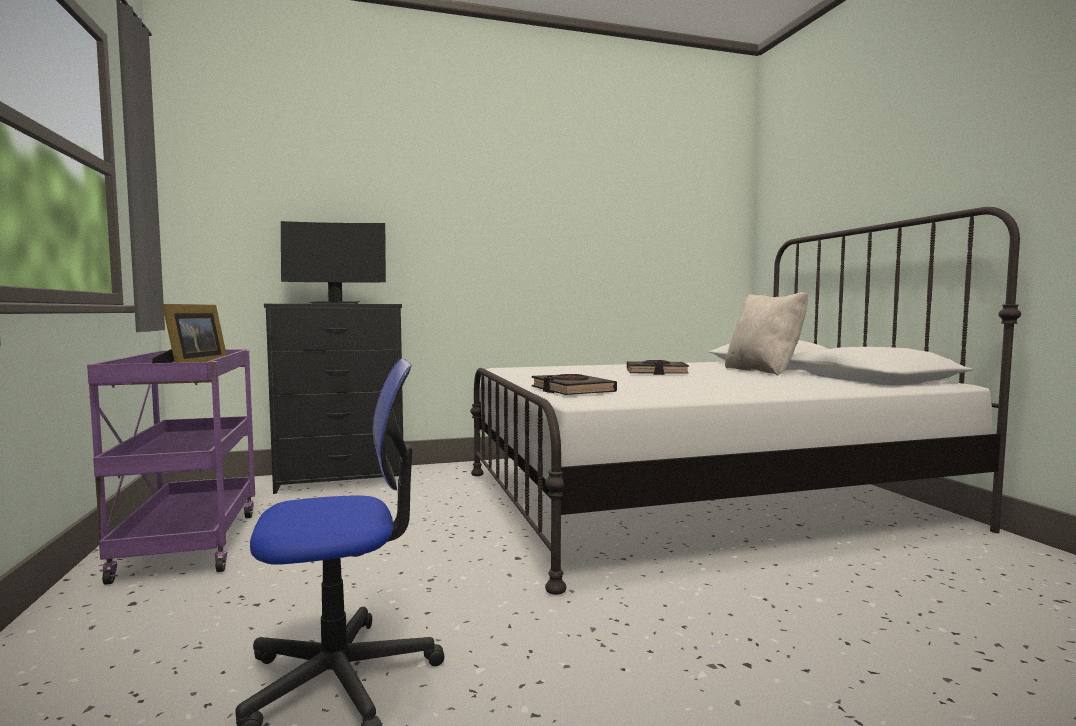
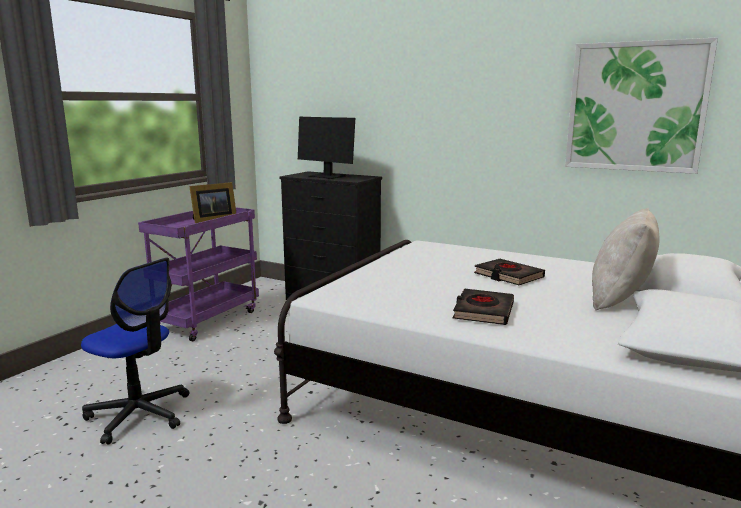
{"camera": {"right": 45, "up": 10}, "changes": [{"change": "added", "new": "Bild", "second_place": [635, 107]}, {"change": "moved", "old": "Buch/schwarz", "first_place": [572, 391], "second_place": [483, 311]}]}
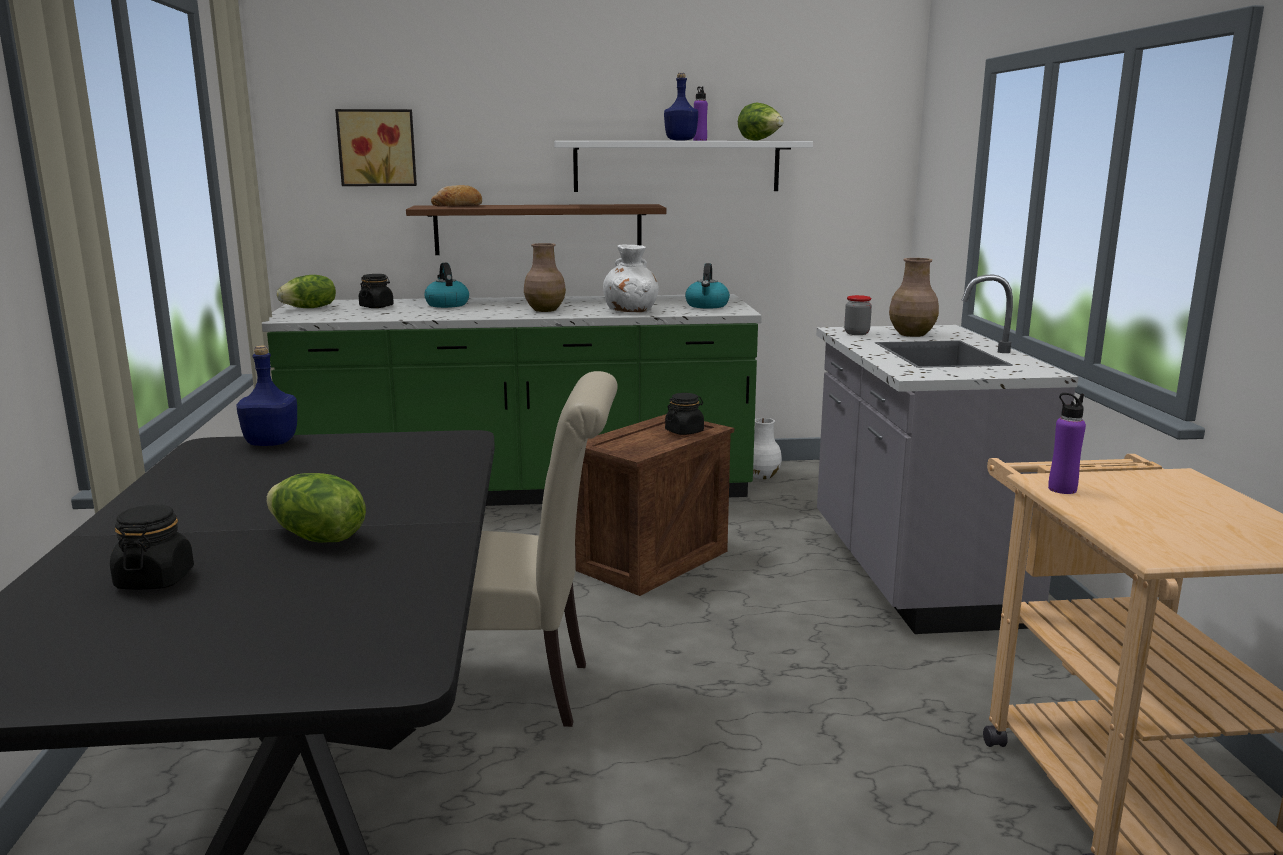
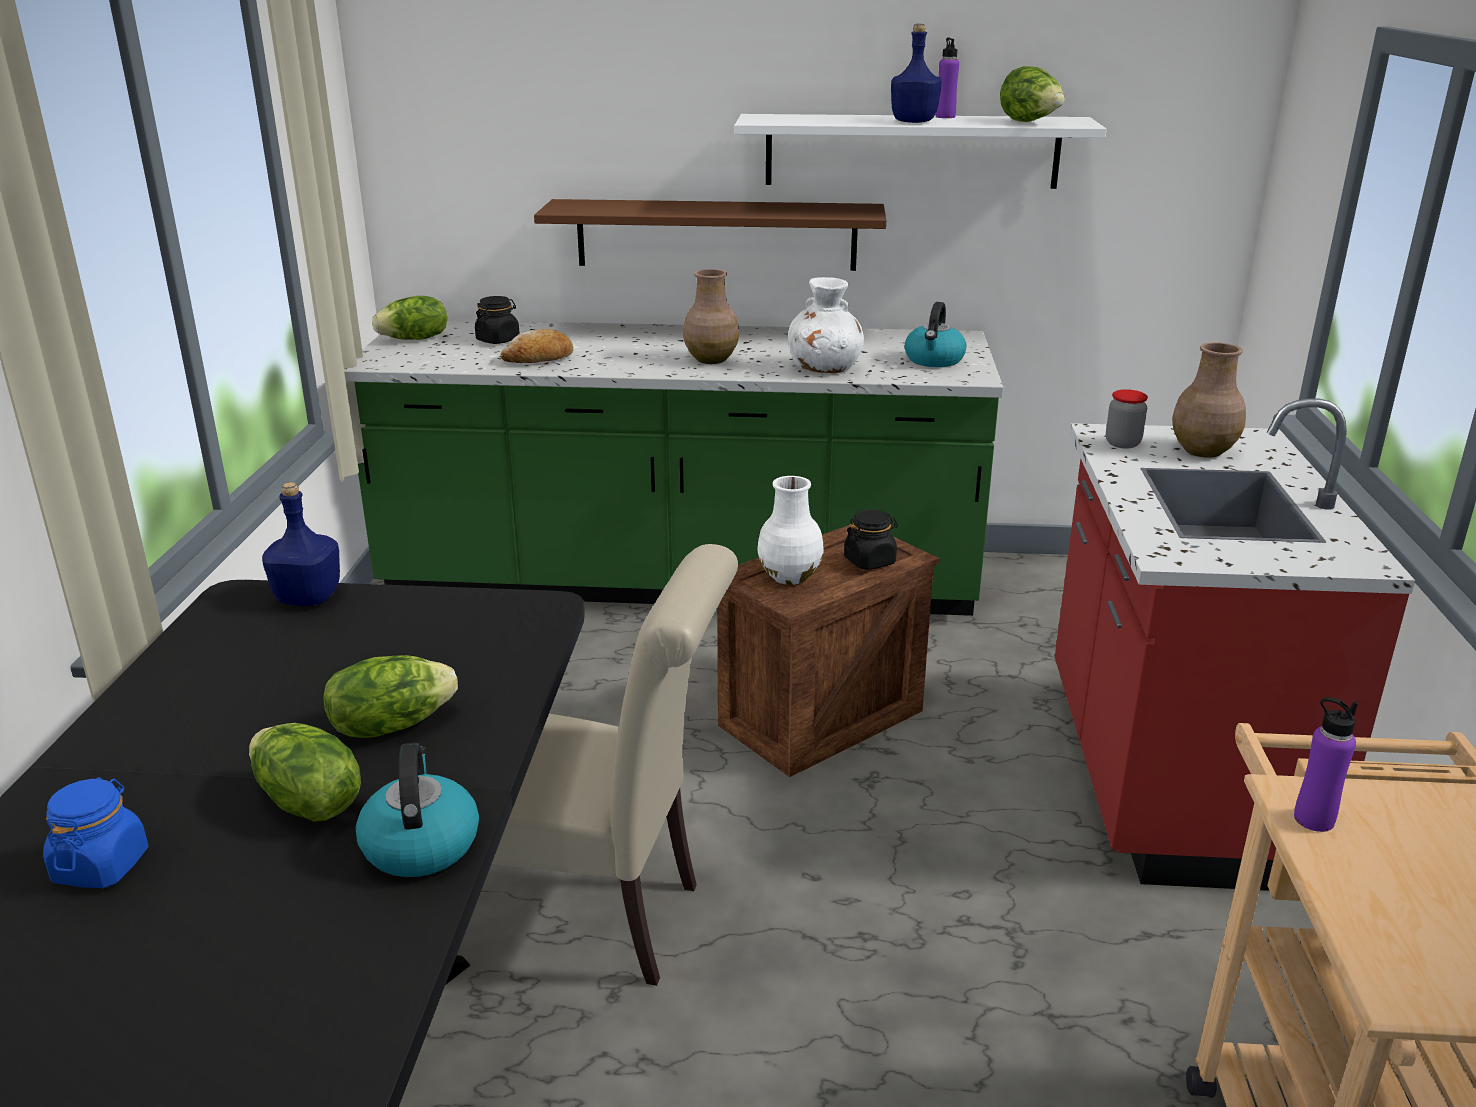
{"camera": {"right": 10, "up": 10}, "changes": [{"change": "removed", "old": "Bild", "first_place": [377, 148]}, {"change": "added", "new": "Salatkopf", "second_place": [391, 725]}, {"change": "moved", "old": "Wasserkessel", "first_place": [447, 304], "second_place": [420, 844]}, {"change": "moved", "old": "Brot", "first_place": [458, 206], "second_place": [539, 359]}, {"change": "moved", "old": "Vase/weiß", "first_place": [762, 476], "second_place": [789, 577]}, {"change": "recoloured", "old": "Vorratsglas/schwarz", "new": "Vorratsglas/blau", "first_place": [155, 580], "second_place": [101, 866]}, {"change": "recoloured", "old": "Küchenzeile/grau", "new": "Küchenzeile/rot", "first_place": [912, 574], "second_place": [1165, 777]}]}
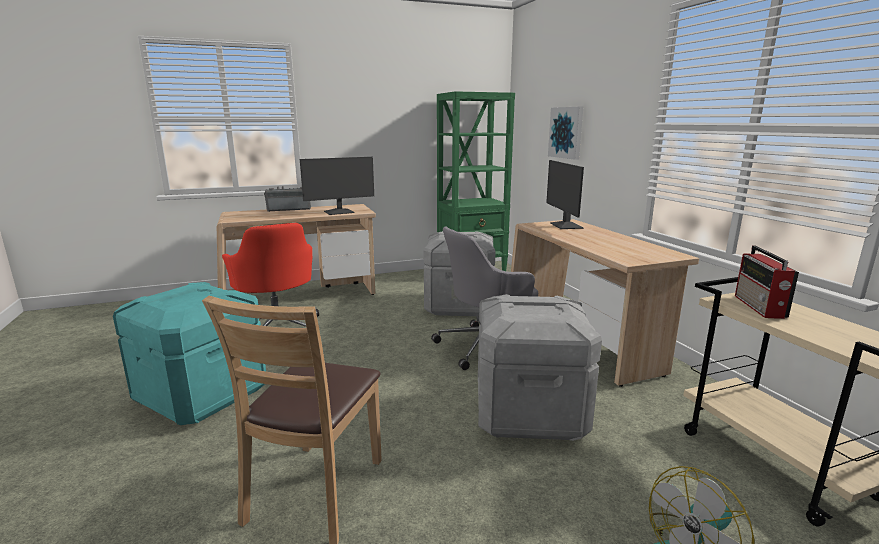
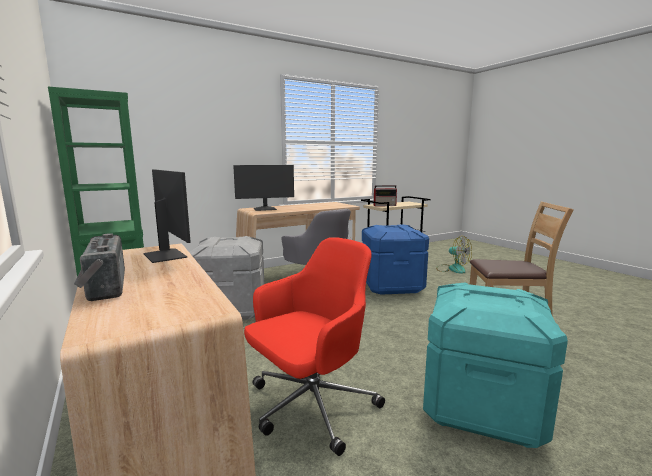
{"camera": {"right": -100, "up": -5}, "changes": [{"change": "removed", "old": "Bild", "first_place": [566, 132]}, {"change": "recoloured", "old": "Aufbewahrungsbox/grau", "new": "Aufbewahrungsbox/blau", "first_place": [528, 412], "second_place": [392, 285]}]}
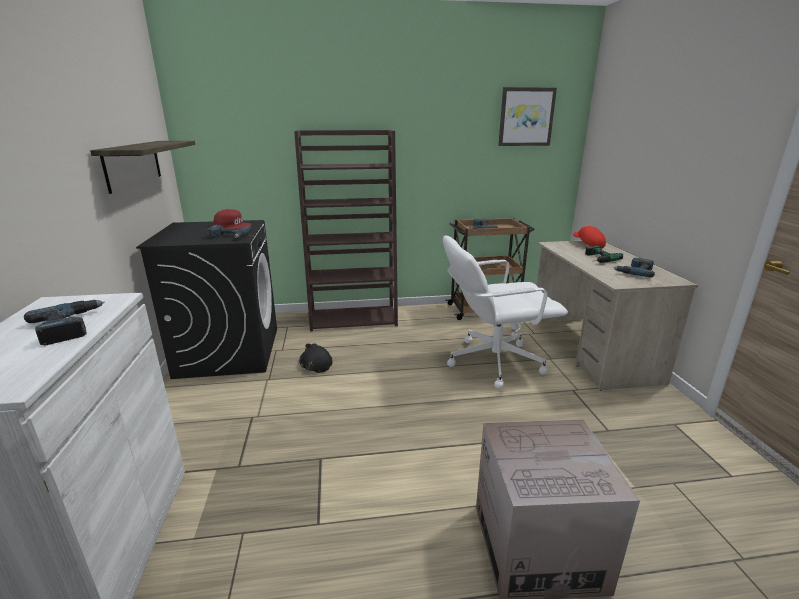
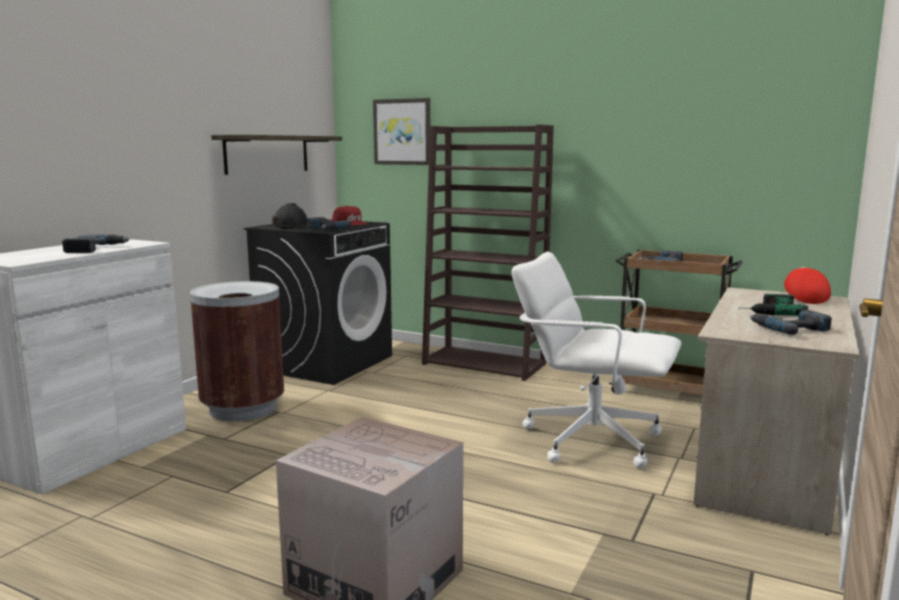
{"camera": {"right": 35, "up": -10}, "changes": [{"change": "added", "new": "Mülleimer/braun", "second_place": [242, 408]}, {"change": "moved", "old": "Schutzhelm/schwarz", "first_place": [315, 363], "second_place": [291, 226]}, {"change": "moved", "old": "Bild", "first_place": [526, 117], "second_place": [402, 132]}]}
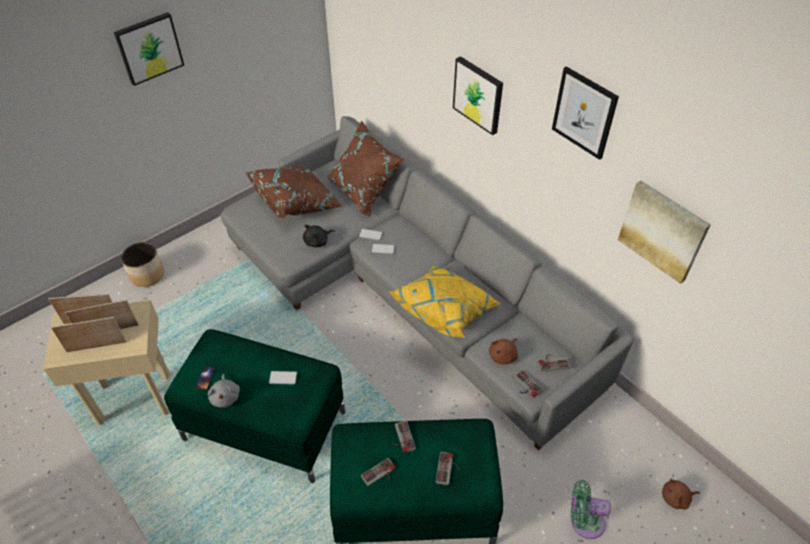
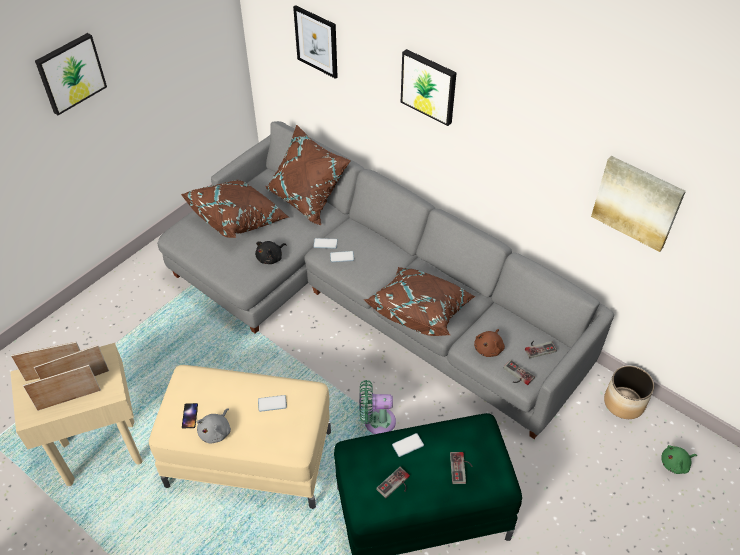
{"camera": {"right": -10, "up": 0}, "changes": [{"change": "moved", "old": "Pflanzkübel", "first_place": [147, 275], "second_place": [624, 403]}, {"change": "moved", "old": "Bild", "first_place": [584, 113], "second_place": [316, 41]}, {"change": "moved", "old": "Ventilator/grün", "first_place": [584, 521], "second_place": [376, 421]}, {"change": "replaced", "old": "Gamepad", "new": "Handy", "first_place": [401, 438], "second_place": [408, 445]}, {"change": "recoloured", "old": "Polsterhocker/grün", "new": "Polsterhocker/beige", "first_place": [266, 425], "second_place": [251, 457]}, {"change": "recoloured", "old": "Kissen/gelb", "new": "Kissen/braun", "first_place": [445, 310], "second_place": [420, 311]}, {"change": "recoloured", "old": "Plüschtier/braun", "new": "Plüschtier/grün", "first_place": [676, 498], "second_place": [675, 464]}, {"change": "turned", "old": "Plüschtier/grau", "first_place": [225, 396], "second_place": [216, 431], "degrees": 45}]}
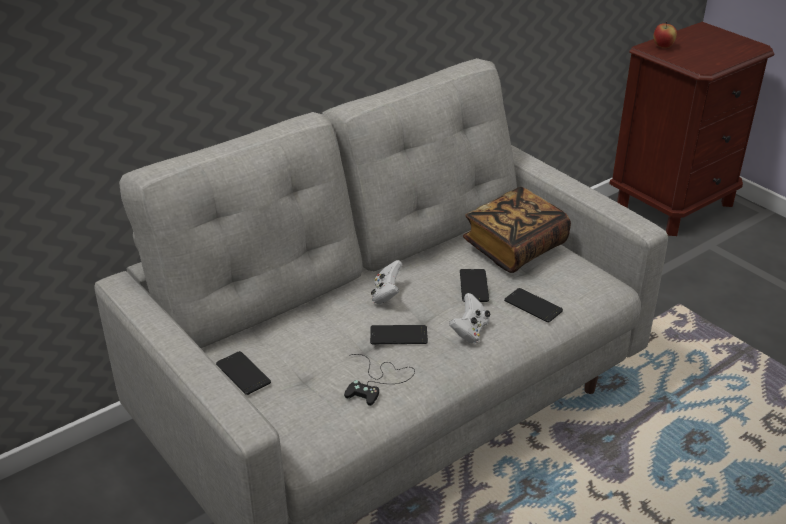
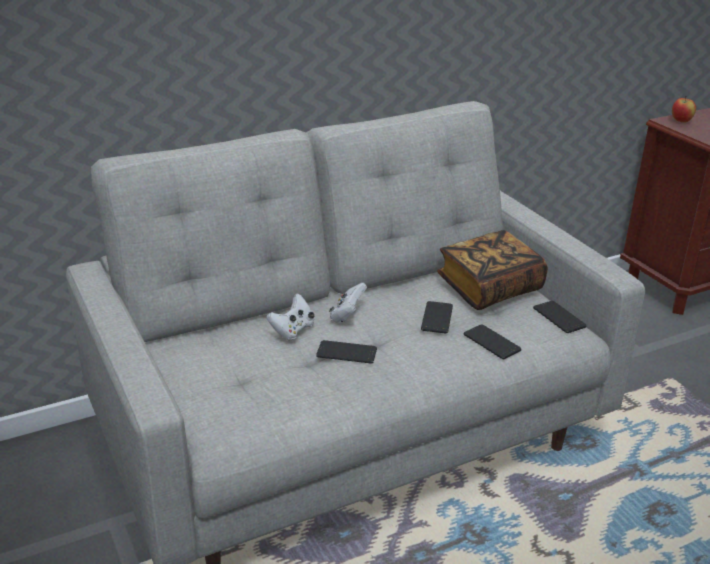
{"camera": {"right": 10, "up": -5}, "changes": [{"change": "removed", "old": "Gamepad/schwarz", "first_place": [378, 381]}, {"change": "moved", "old": "Handy", "first_place": [243, 373], "second_place": [559, 317]}, {"change": "moved", "old": "Gamepad/weiß", "first_place": [470, 331], "second_place": [292, 330]}]}
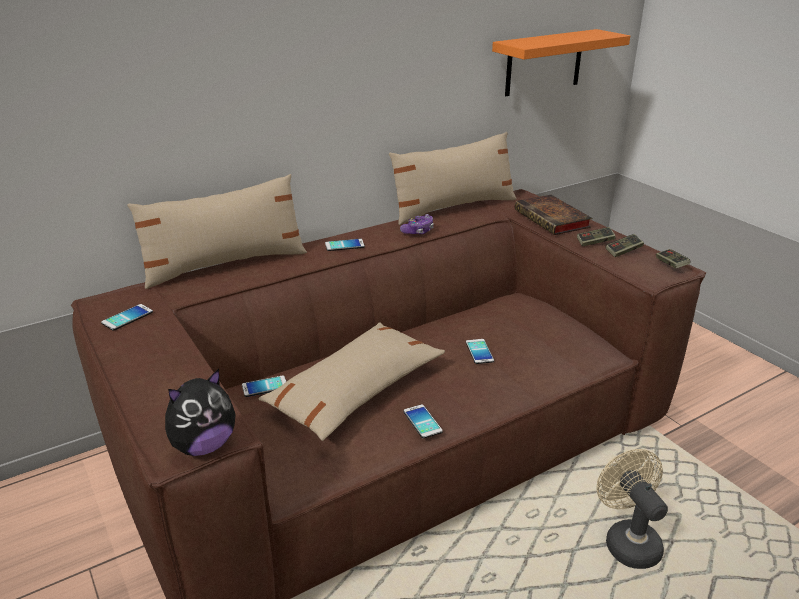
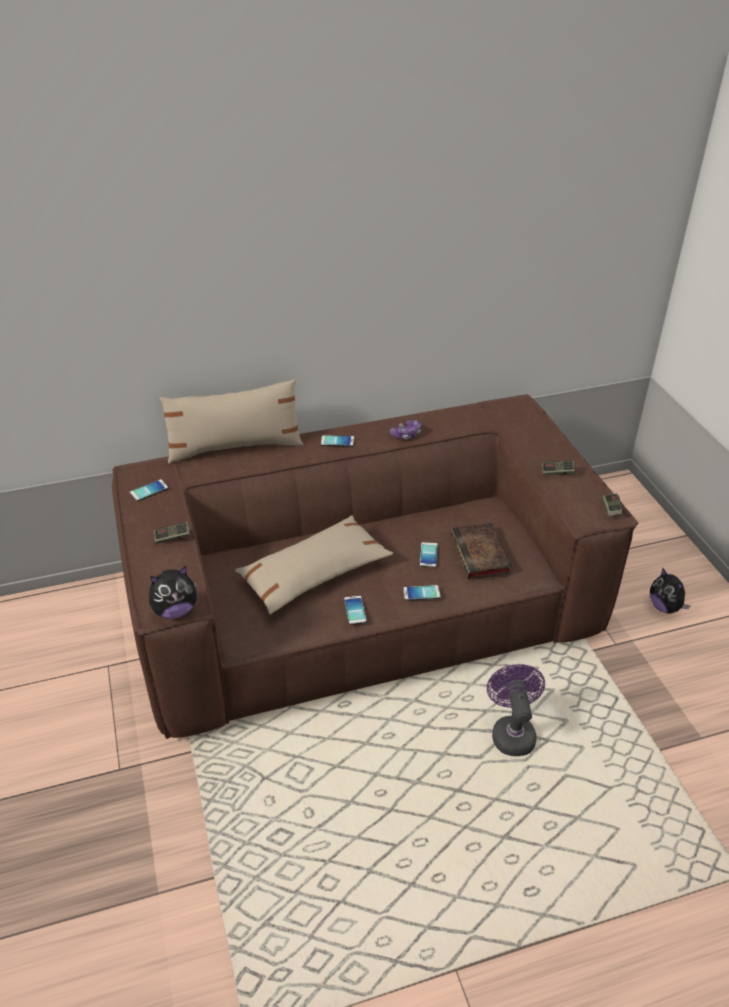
{"camera": {"right": 15, "up": 10}, "changes": [{"change": "removed", "old": "Kissen/beige", "first_place": [453, 207]}, {"change": "removed", "old": "Wandregal/orange", "first_place": [544, 62]}, {"change": "added", "new": "Plüschtier", "second_place": [665, 607]}, {"change": "moved", "old": "Handy", "first_place": [265, 387], "second_place": [421, 593]}, {"change": "moved", "old": "Buch", "first_place": [553, 219], "second_place": [480, 555]}, {"change": "moved", "old": "Gamepad", "first_place": [623, 251], "second_place": [172, 537]}, {"change": "recoloured", "old": "Ventilator/beige", "new": "Ventilator/lila", "first_place": [627, 540], "second_place": [511, 732]}]}
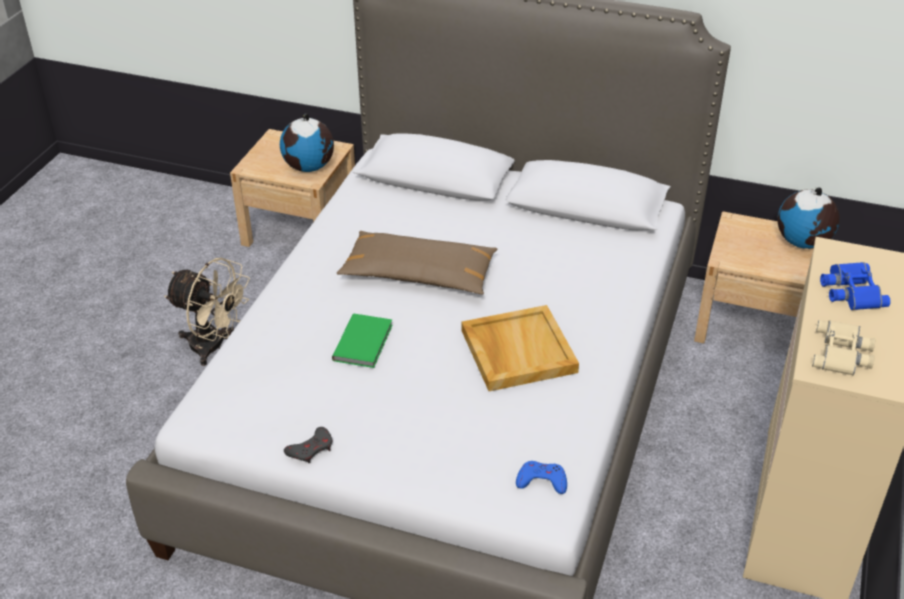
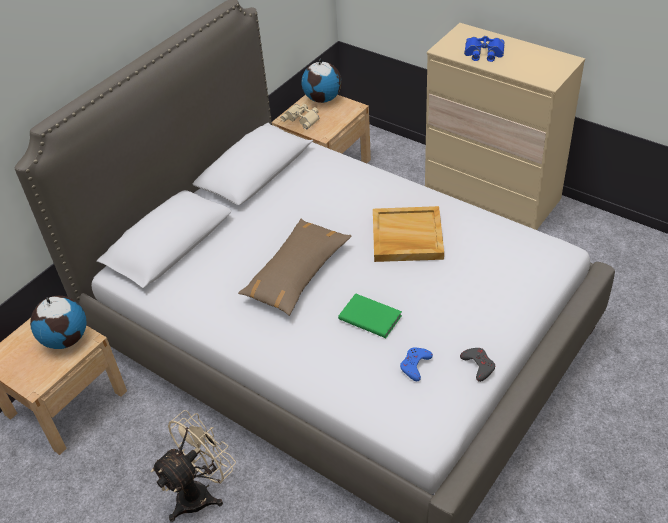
{"camera": {"right": -70, "up": 5}, "changes": [{"change": "moved", "old": "Gamepad/blau", "first_place": [541, 480], "second_place": [415, 365]}, {"change": "moved", "old": "Fernglas/beige", "first_place": [843, 353], "second_place": [302, 118]}]}
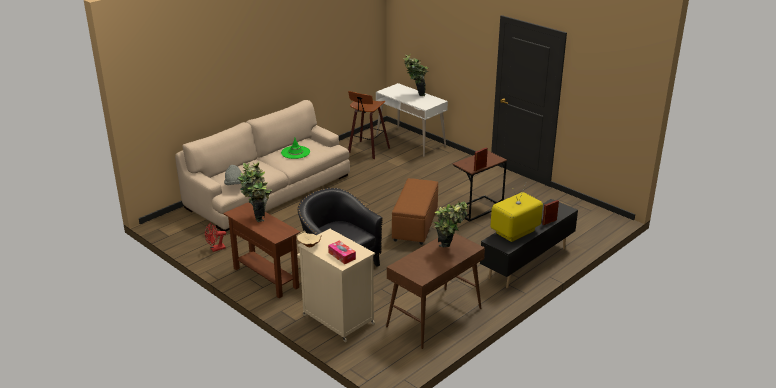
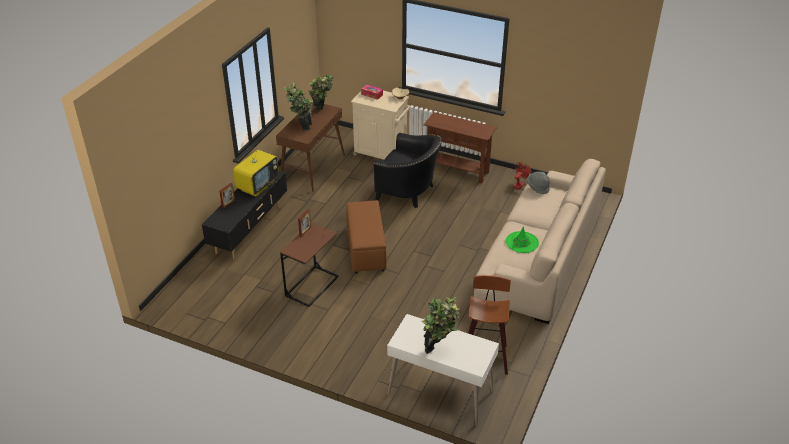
{"camera": {"right": 160, "up": 10}, "changes": [{"change": "moved", "old": "Topfpflanze", "first_place": [257, 216], "second_place": [323, 112]}]}
